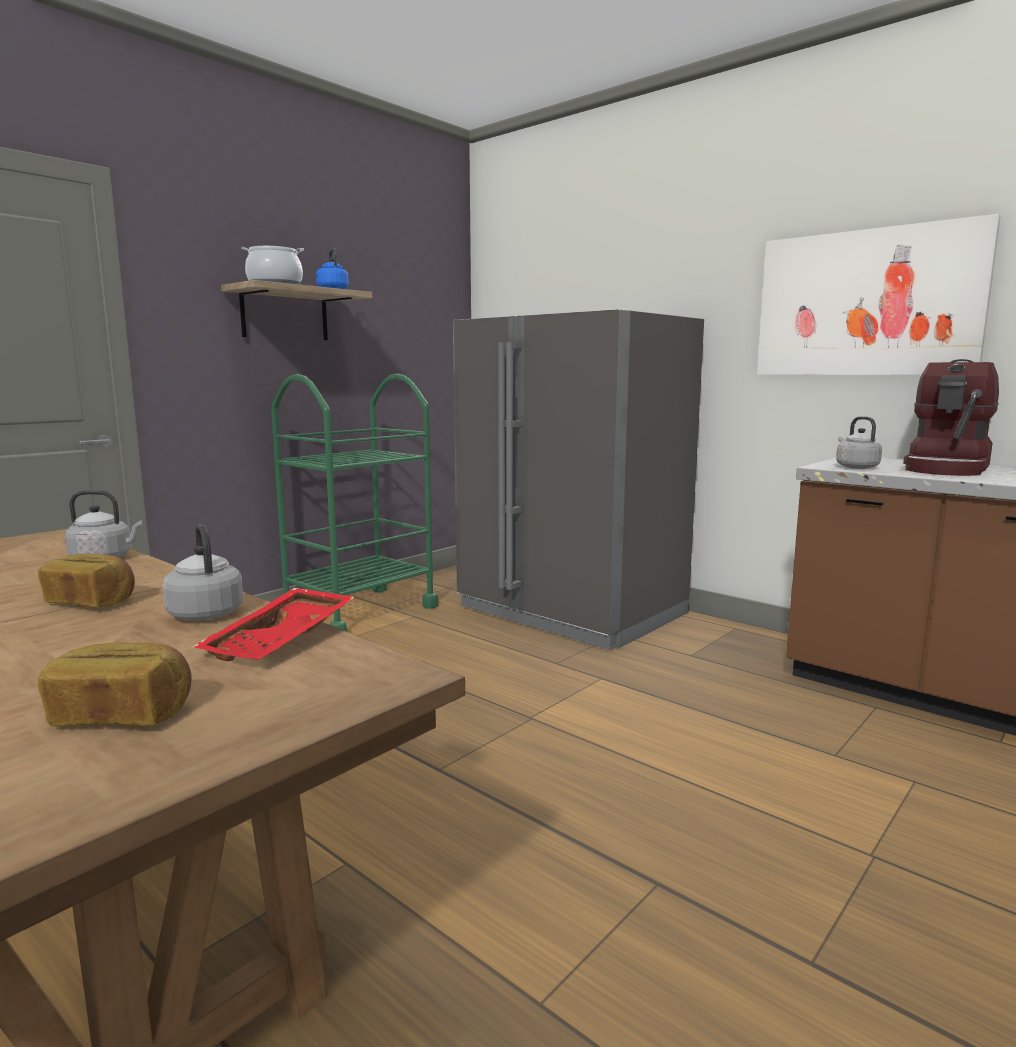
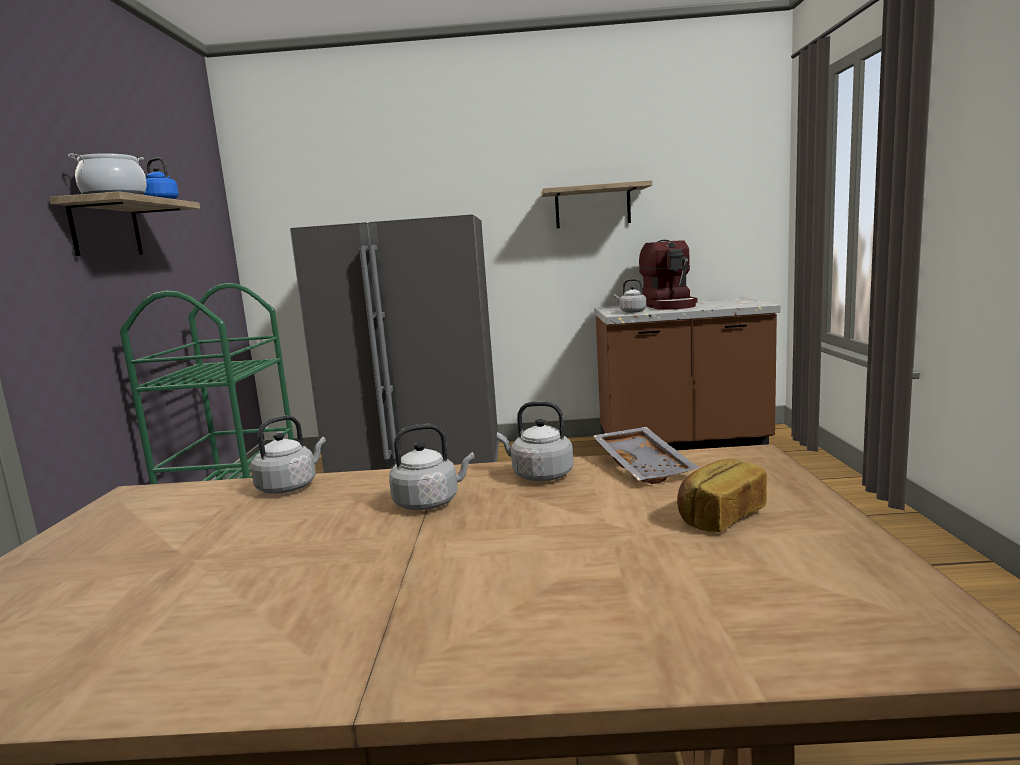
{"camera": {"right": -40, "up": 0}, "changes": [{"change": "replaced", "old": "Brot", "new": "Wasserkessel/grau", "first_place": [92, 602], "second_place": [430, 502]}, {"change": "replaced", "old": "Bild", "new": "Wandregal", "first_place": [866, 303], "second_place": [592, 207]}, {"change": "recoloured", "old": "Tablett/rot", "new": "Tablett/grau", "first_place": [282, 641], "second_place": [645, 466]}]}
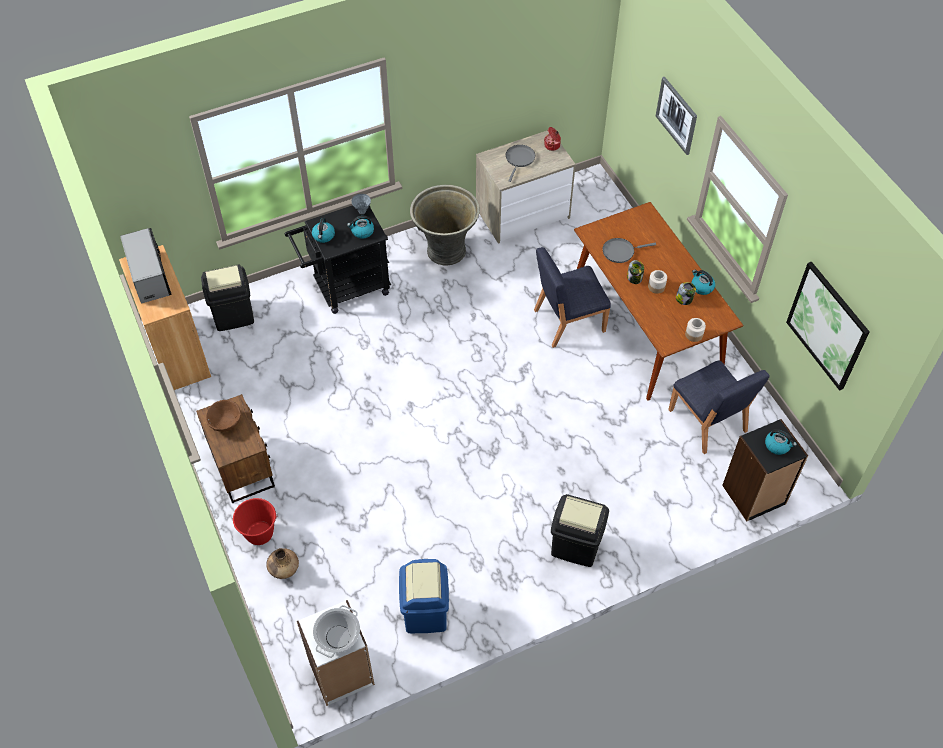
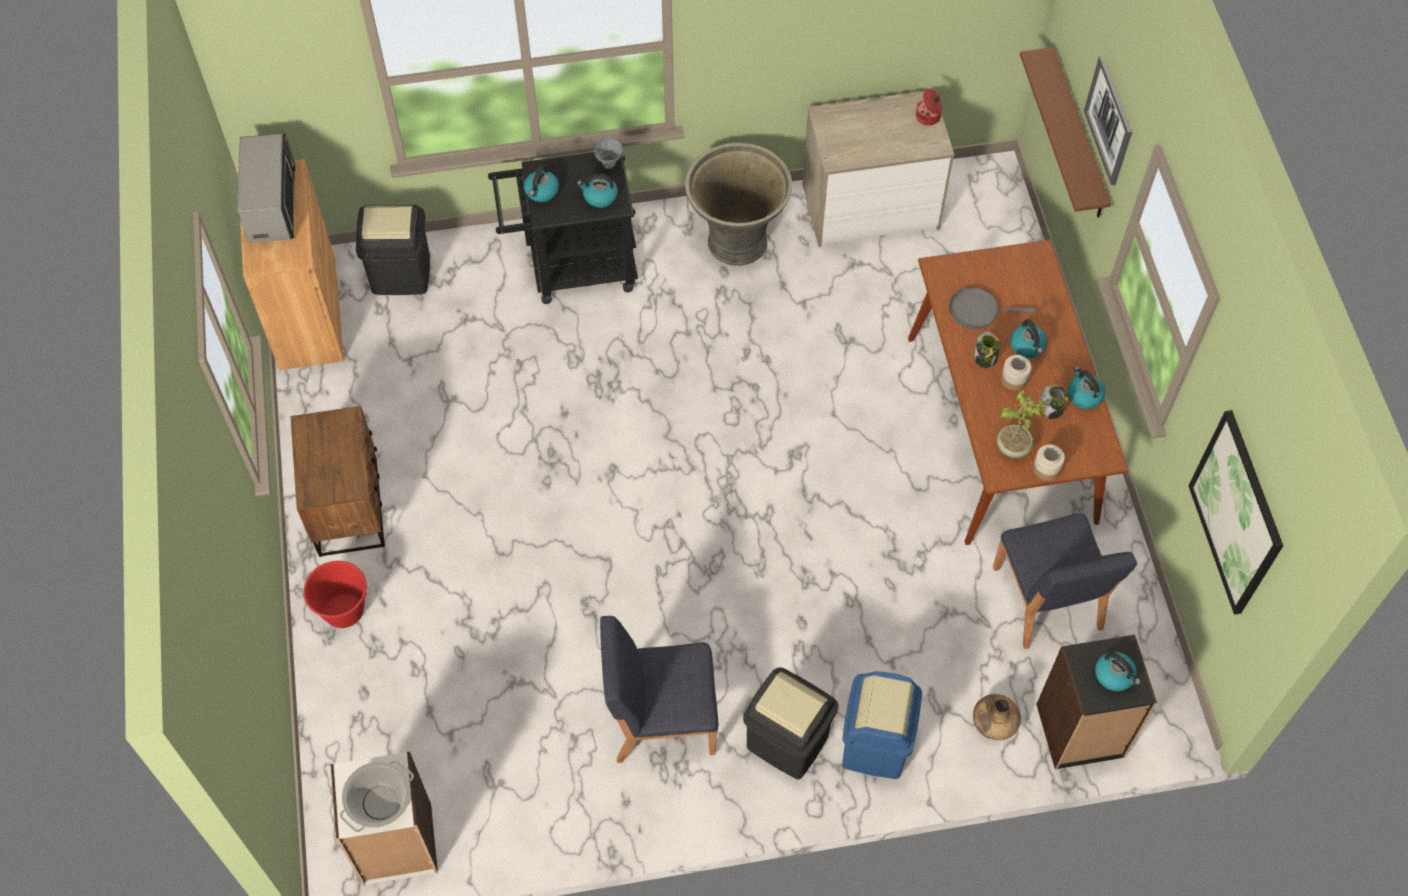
{"camera": {"right": 15, "up": 5}, "changes": [{"change": "removed", "old": "Schüssel/braun", "first_place": [225, 422]}, {"change": "removed", "old": "Pfanne/grau", "first_place": [519, 159]}, {"change": "added", "new": "Topfpflanze", "second_place": [1014, 447]}, {"change": "added", "new": "Wasserkessel", "second_place": [1027, 346]}, {"change": "added", "new": "Wandregal/braun", "second_place": [1078, 136]}, {"change": "moved", "old": "Vase/braun", "first_place": [284, 569], "second_place": [993, 724]}, {"change": "moved", "old": "Mülleimer/blau", "first_place": [426, 612], "second_place": [876, 745]}, {"change": "moved", "old": "Stuhl/blau", "first_place": [568, 320], "second_place": [661, 717]}]}
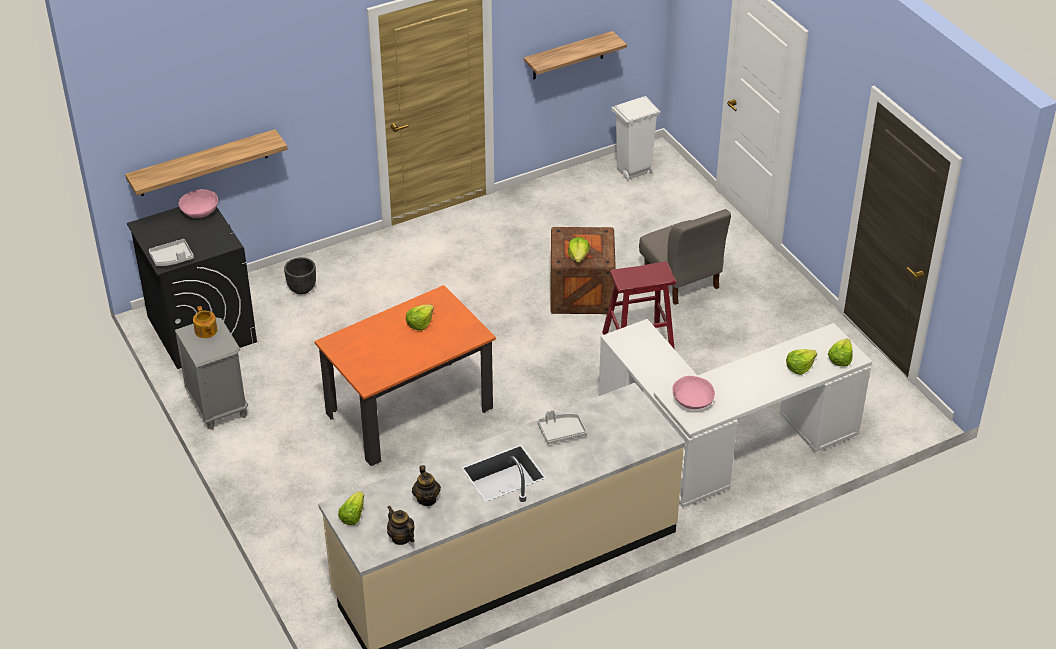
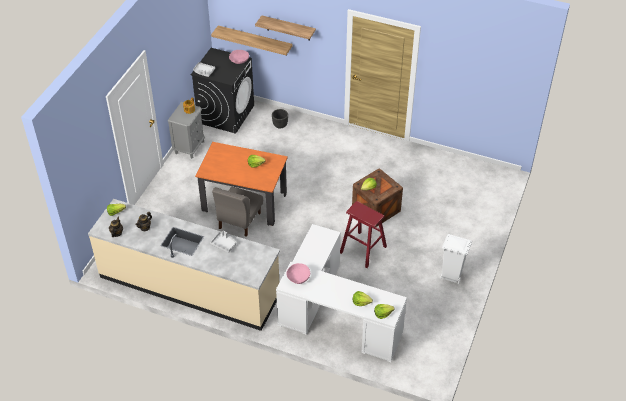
{"camera": {"right": 50, "up": 5}, "changes": [{"change": "moved", "old": "Wandregal", "first_place": [568, 56], "second_place": [288, 28]}, {"change": "moved", "old": "Mülleimer/weiß", "first_place": [633, 172], "second_place": [451, 276]}, {"change": "moved", "old": "Stuhl/grau", "first_place": [681, 279], "second_place": [239, 221]}]}
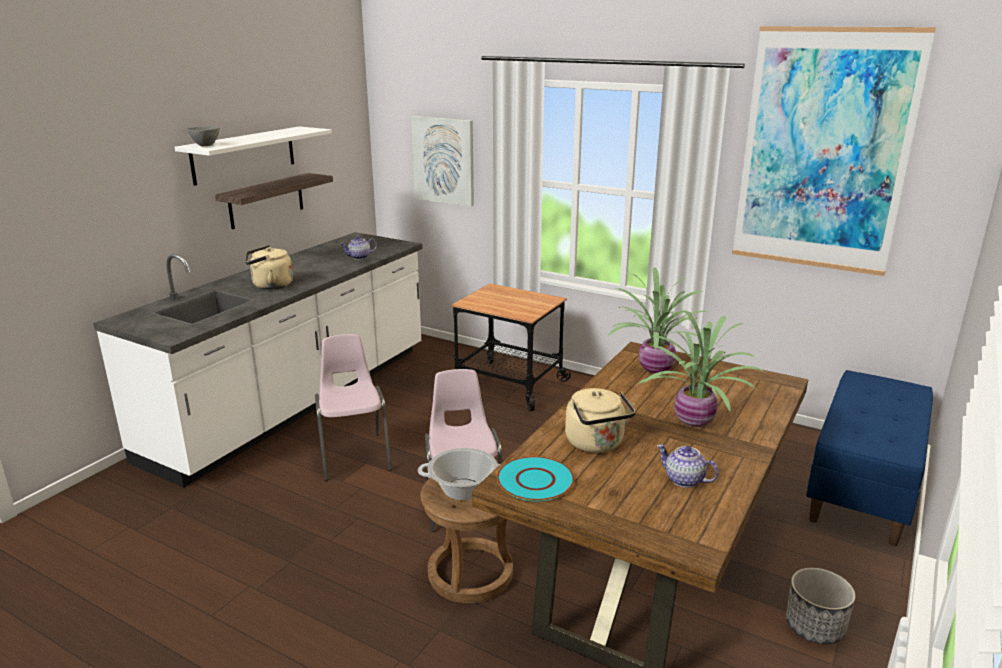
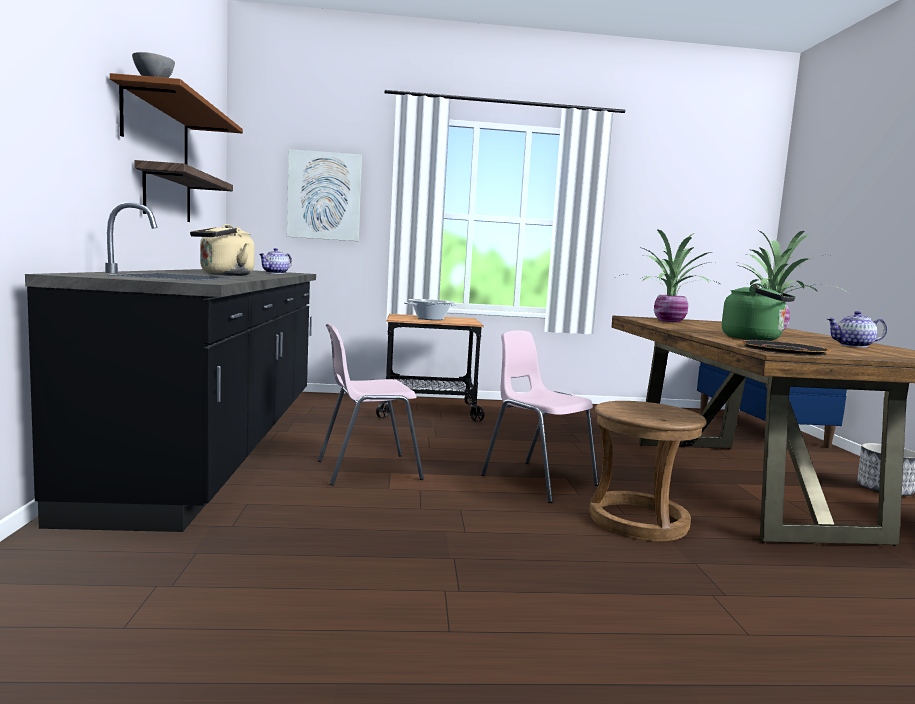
{"camera": {"right": -35, "up": -15}, "changes": [{"change": "removed", "old": "Bild", "first_place": [823, 151]}, {"change": "moved", "old": "Kochtopf", "first_place": [463, 489], "second_place": [430, 319]}, {"change": "recoloured", "old": "Küchenzeile/weiß", "new": "Küchenzeile/schwarz", "first_place": [296, 401], "second_place": [219, 444]}, {"change": "recoloured", "old": "Wandregal/weiß", "new": "Wandregal/braun", "first_place": [244, 155], "second_place": [157, 127]}, {"change": "recoloured", "old": "Teller/türkis", "new": "Teller/schwarz", "first_place": [535, 480], "second_place": [784, 349]}, {"change": "recoloured", "old": "Wasserkessel/beige", "new": "Wasserkessel/grün", "first_place": [596, 444], "second_place": [755, 339]}, {"change": "turned", "old": "Stuhl/rosa", "first_place": [354, 455], "second_place": [367, 470], "degrees": -60}]}
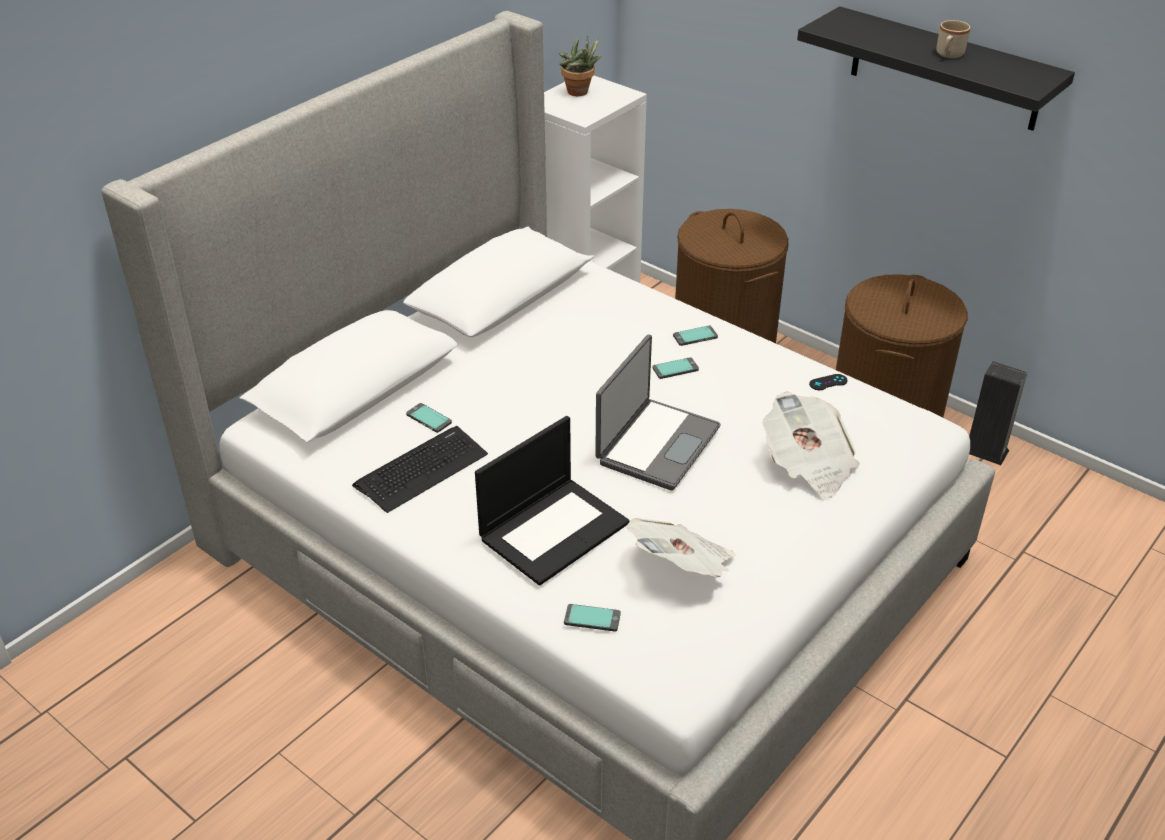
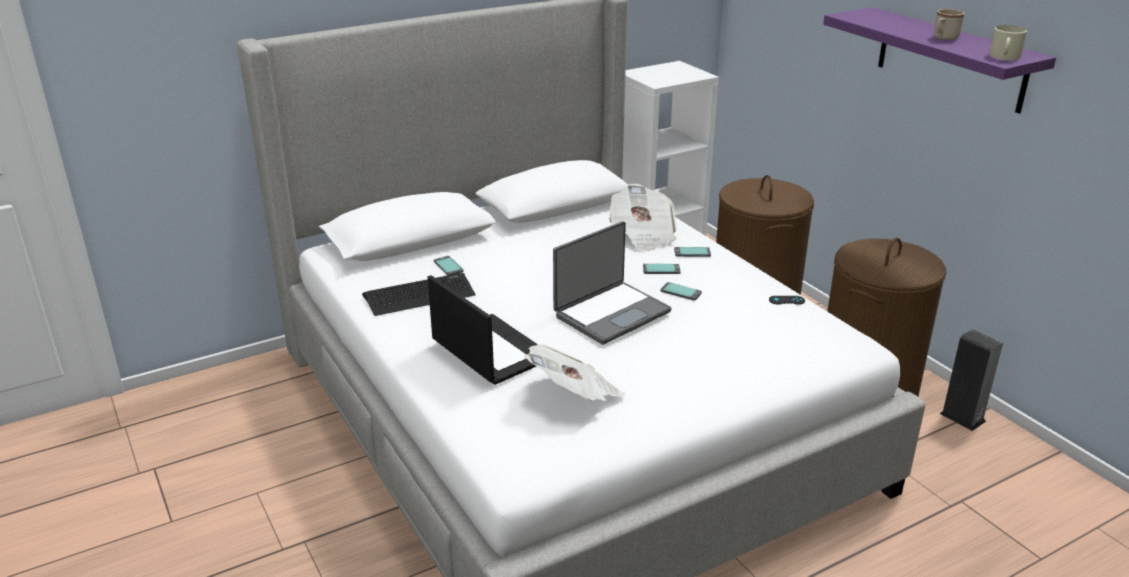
{"camera": {"right": 20, "up": -10}, "changes": [{"change": "removed", "old": "Topfpflanze", "first_place": [579, 93]}, {"change": "added", "new": "Henkelbecher/beige", "second_place": [1004, 57]}, {"change": "moved", "old": "Handy", "first_place": [592, 618], "second_place": [681, 292]}, {"change": "moved", "old": "Zeitung", "first_place": [808, 465], "second_place": [642, 236]}, {"change": "recoloured", "old": "Wandregal/schwarz", "new": "Wandregal/lila", "first_place": [945, 69], "second_place": [950, 59]}, {"change": "turned", "old": "Laptop", "first_place": [554, 529], "second_place": [489, 349], "degrees": -105}]}
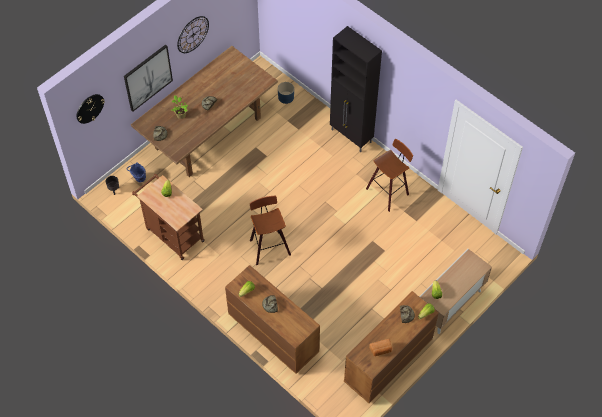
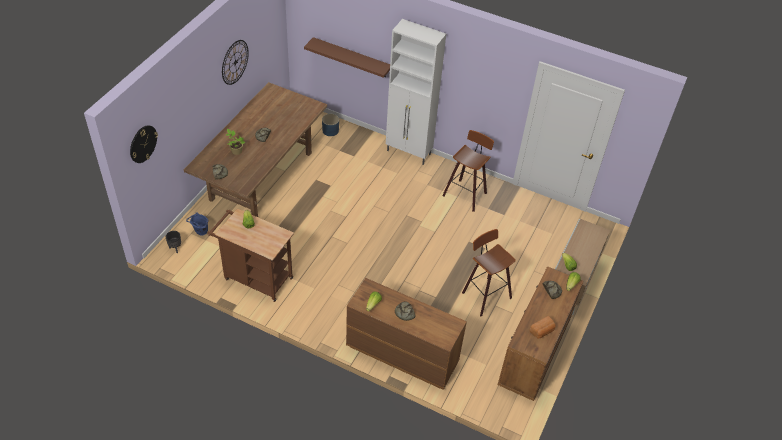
{"camera": {"right": -20, "up": -10}, "changes": [{"change": "removed", "old": "Bild", "first_place": [148, 77]}, {"change": "added", "new": "Wandregal/braun", "second_place": [352, 57]}, {"change": "moved", "old": "Hocker", "first_place": [268, 247], "second_place": [484, 295]}, {"change": "recoloured", "old": "Schrank/schwarz", "new": "Schrank/weiß", "first_place": [351, 136], "second_place": [409, 153]}]}
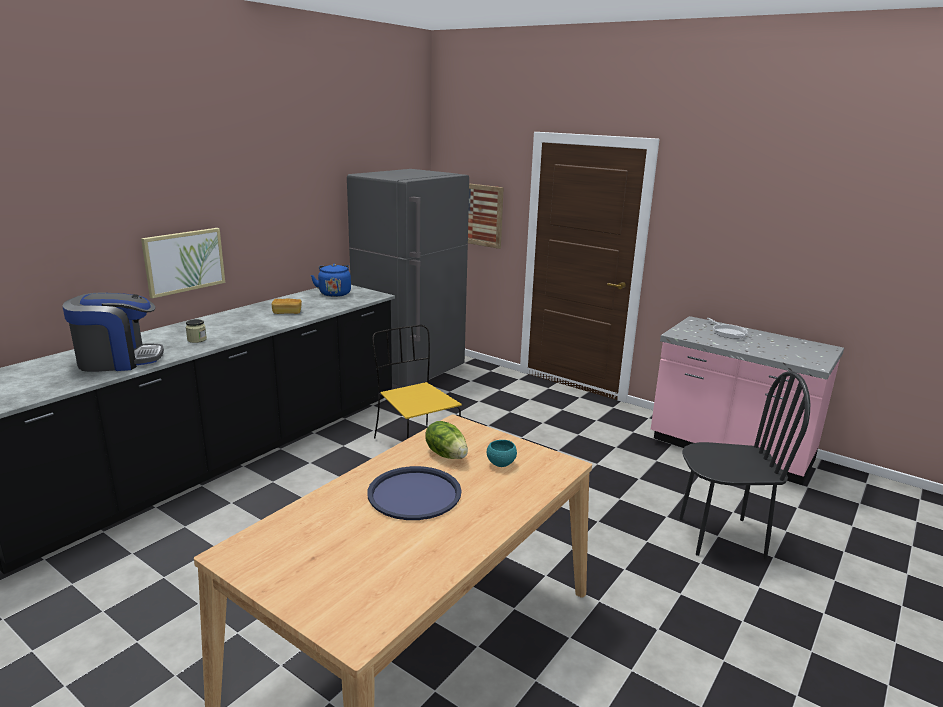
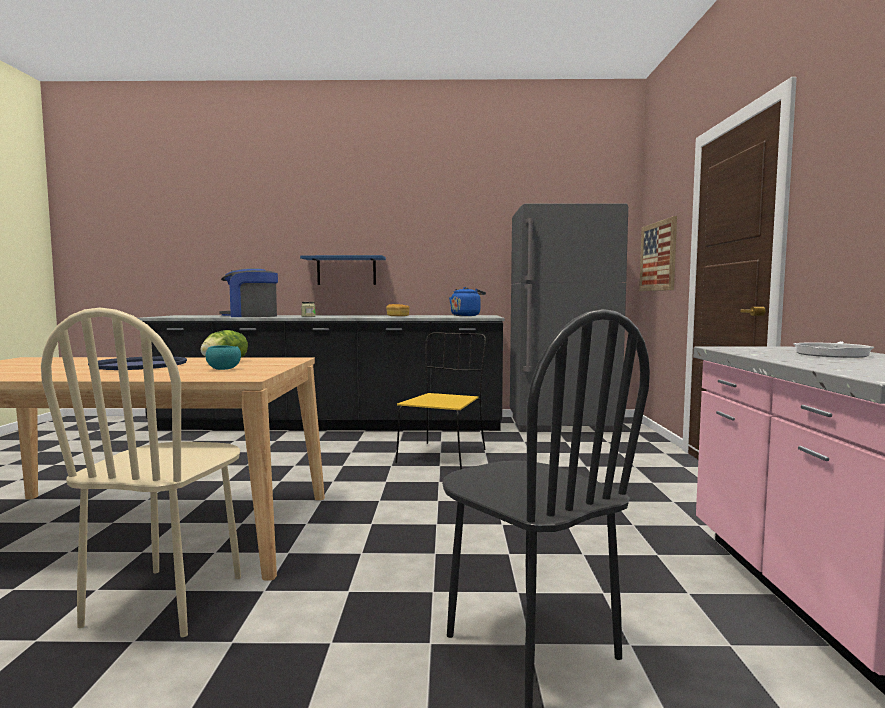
{"camera": {"right": 55, "up": -15}, "changes": [{"change": "added", "new": "Stuhl/beige", "second_place": [167, 600]}, {"change": "replaced", "old": "Bild", "new": "Wandregal/blau", "first_place": [184, 261], "second_place": [346, 271]}, {"change": "turned", "old": "Kaffeemaschine", "first_place": [118, 360], "second_place": [251, 316], "degrees": 150}]}
